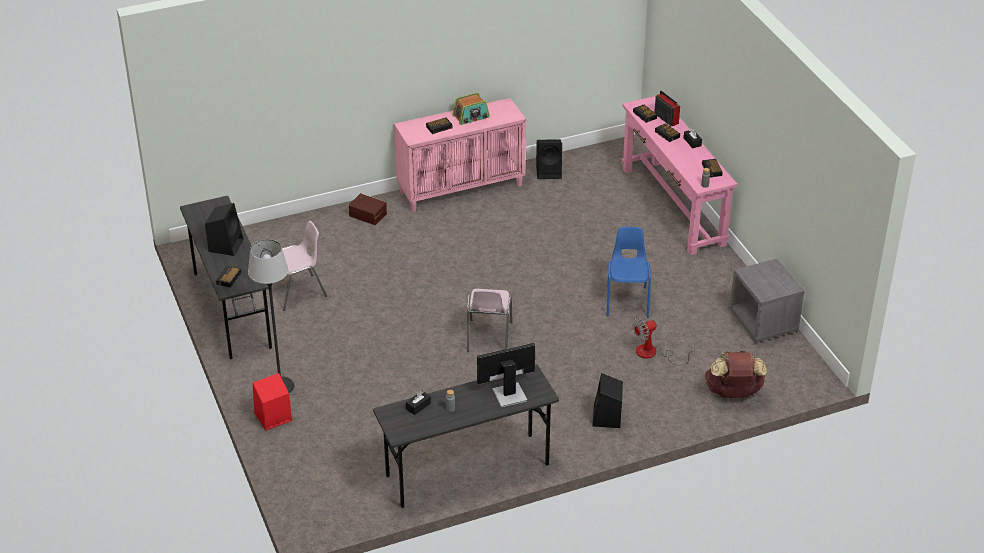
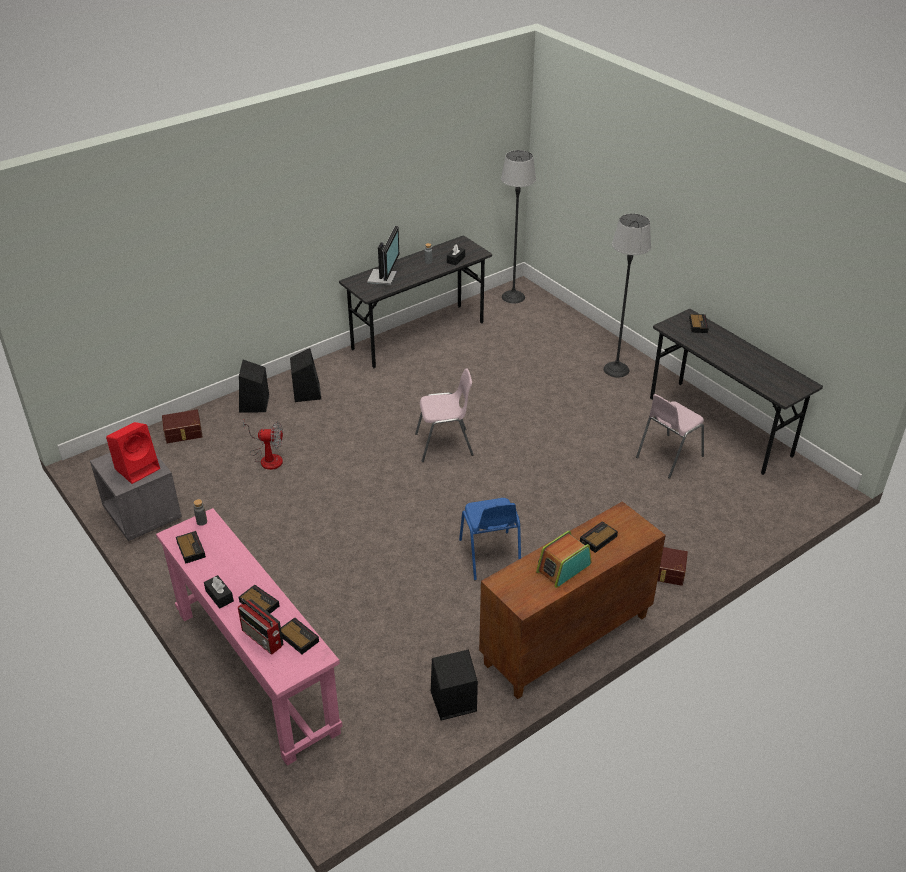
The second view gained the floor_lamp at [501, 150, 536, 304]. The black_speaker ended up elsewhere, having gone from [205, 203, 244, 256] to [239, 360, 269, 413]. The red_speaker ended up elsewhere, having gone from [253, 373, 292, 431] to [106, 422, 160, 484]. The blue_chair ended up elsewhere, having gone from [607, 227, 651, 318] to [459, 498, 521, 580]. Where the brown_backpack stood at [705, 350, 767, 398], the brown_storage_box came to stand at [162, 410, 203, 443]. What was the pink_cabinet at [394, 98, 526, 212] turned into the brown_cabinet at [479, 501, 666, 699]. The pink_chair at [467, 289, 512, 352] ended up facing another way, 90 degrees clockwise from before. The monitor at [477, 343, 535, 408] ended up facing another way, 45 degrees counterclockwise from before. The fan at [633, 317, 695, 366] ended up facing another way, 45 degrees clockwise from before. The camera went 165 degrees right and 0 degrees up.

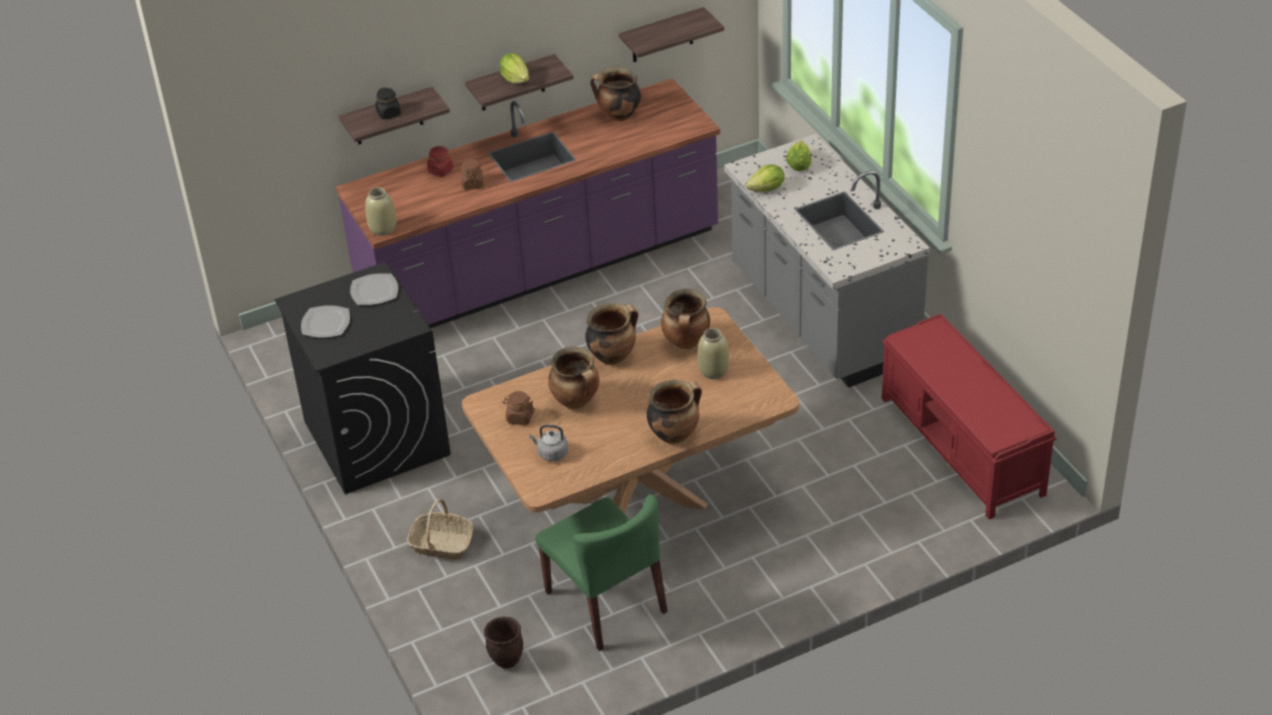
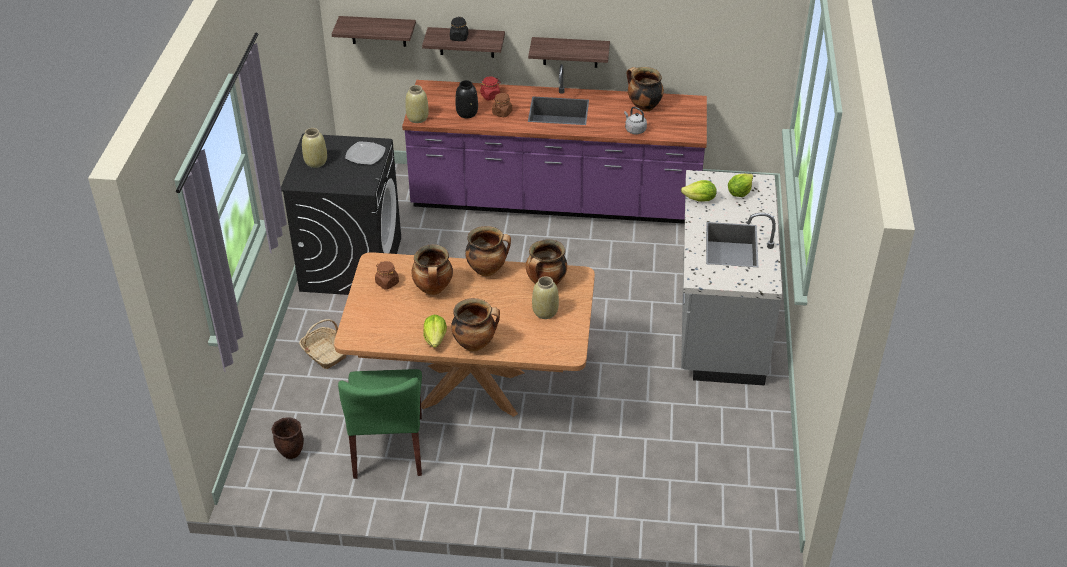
The second view lost the red_bench at [882, 314, 1056, 520]. The second view gained the black_vase at [455, 80, 478, 118]. The lettuce ended up elsewhere, having gone from [500, 53, 529, 84] to [423, 315, 447, 348]. The grey_kettle ended up elsewhere, having gone from [529, 425, 568, 461] to [624, 107, 647, 134]. The shelf ended up elsewhere, having gone from [619, 7, 724, 62] to [332, 16, 416, 47]. Where the plate stood at [301, 305, 350, 338], the beige_vase came to stand at [302, 128, 327, 168]. The camera went 30 degrees right and 0 degrees up.

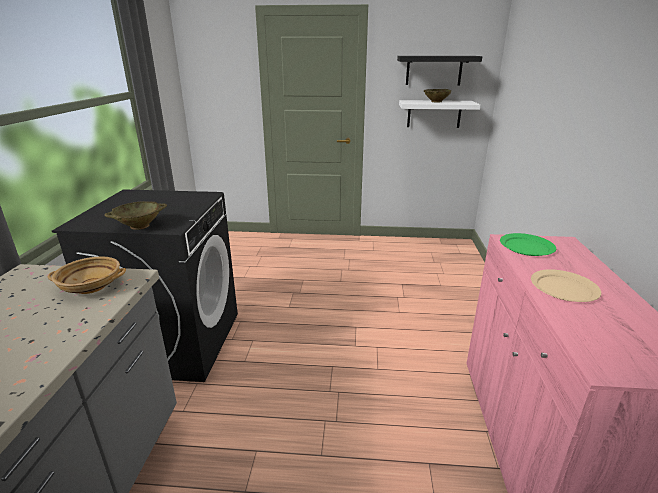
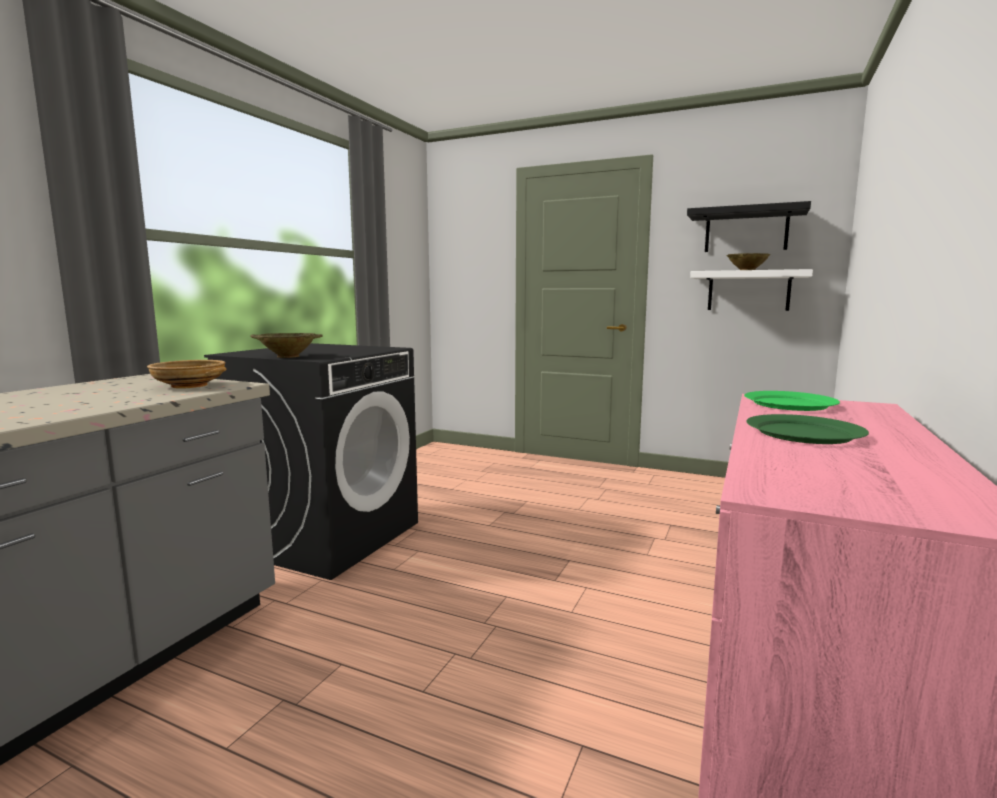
What was the beige_plate at [531, 269, 601, 302] turned into the green_plate at [746, 414, 869, 444]. The camera went 20 degrees right and 15 degrees down.

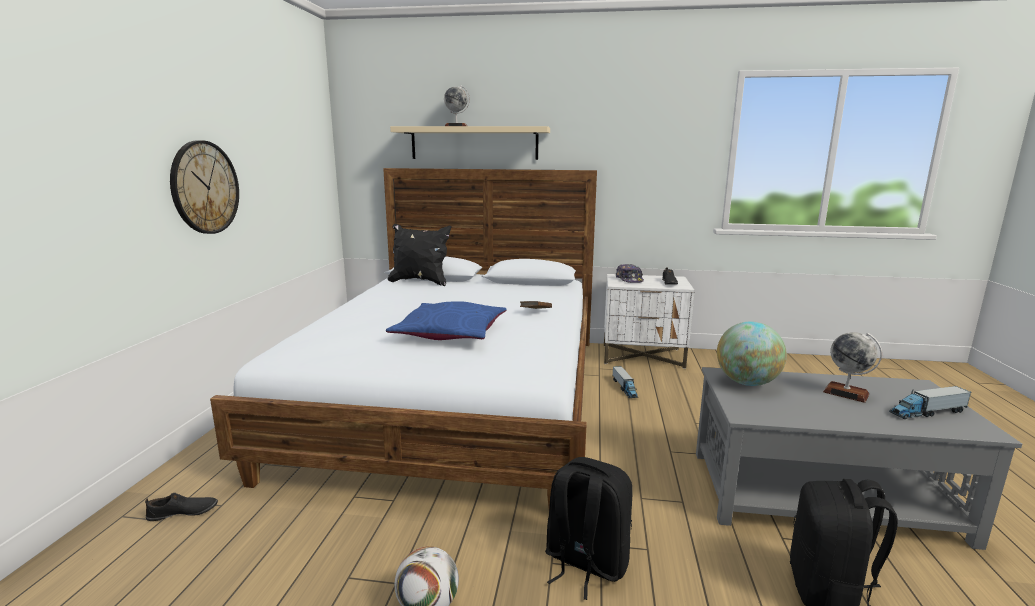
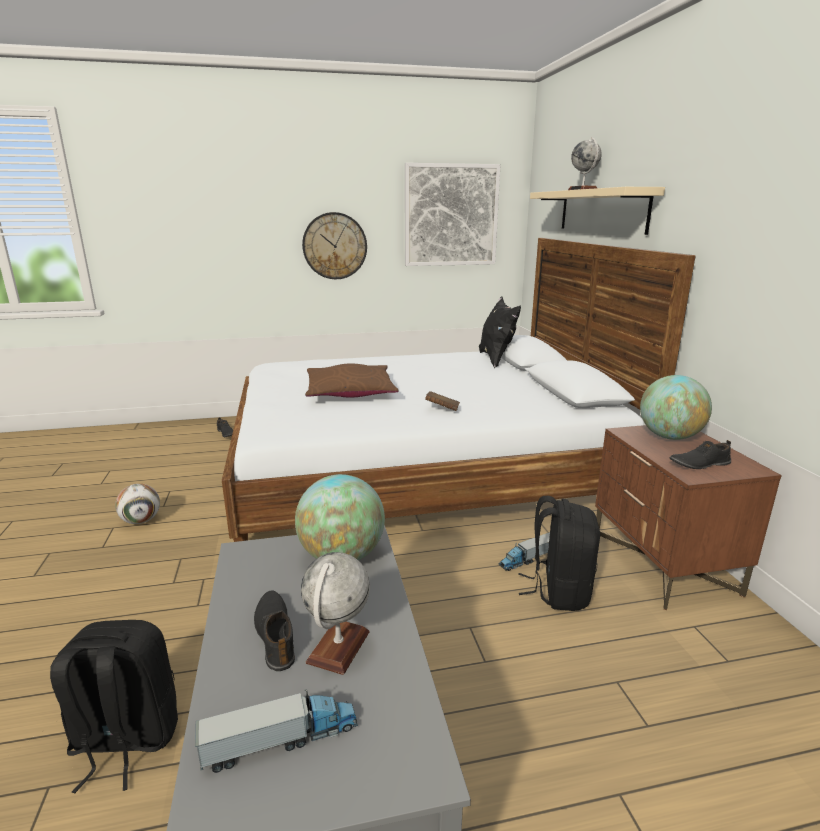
The second view gained the black_shoe at [254, 590, 295, 671]. The second view gained the picture at [405, 163, 501, 266]. The black_backpack ended up elsewhere, having gone from [545, 457, 633, 600] to [518, 496, 600, 611]. Where the cap stood at [616, 264, 644, 283], the globe came to stand at [640, 375, 712, 440]. What was the blue_pillow at [386, 301, 506, 340] turned into the brown_pillow at [305, 363, 399, 398]. What was the white_nightstand at [604, 274, 695, 369] turned into the brown_nightstand at [595, 425, 782, 610]. The toy_truck at [889, 386, 971, 419] ended up facing another way, 105 degrees clockwise from before. The camera went 70 degrees right and 5 degrees up.

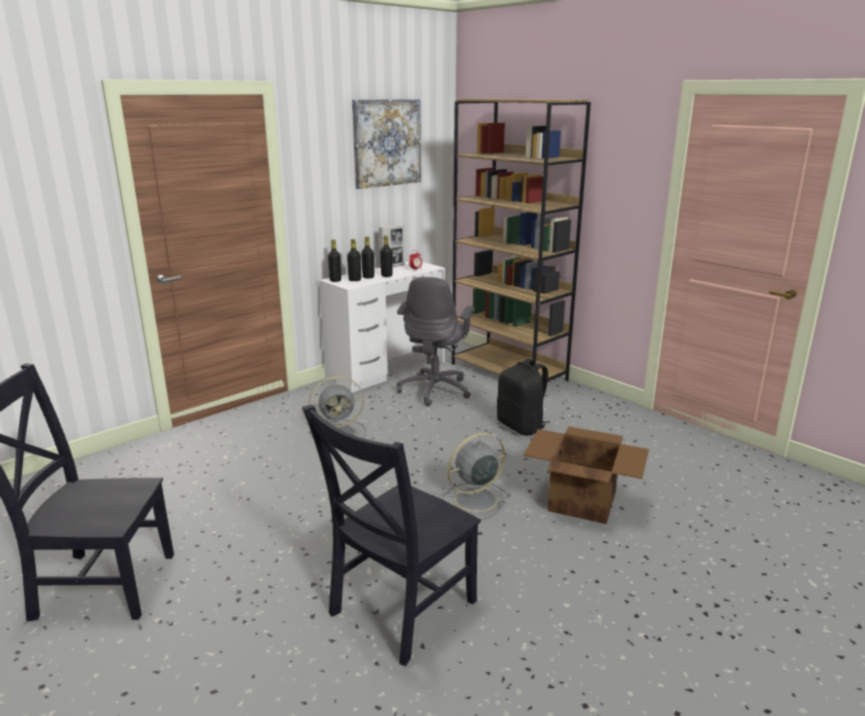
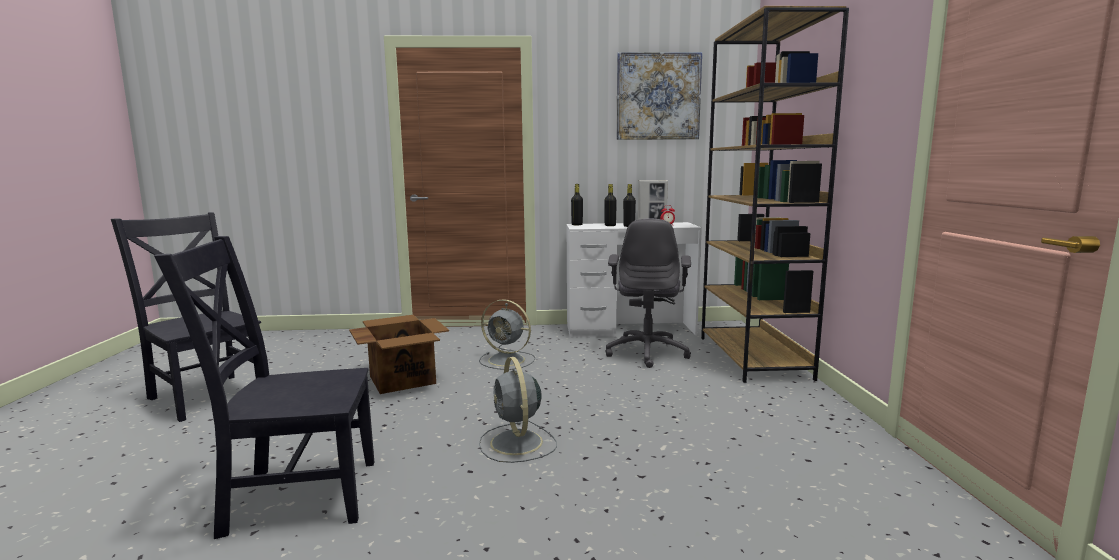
The second view lost the black_bottle at [347, 239, 361, 281]. The second view lost the black_backpack at [497, 359, 550, 436]. The cardboard_box ended up elsewhere, having gone from [523, 427, 649, 524] to [349, 315, 449, 394]. The grey_office_chair at [397, 277, 475, 406] ended up facing another way, 45 degrees counterclockwise from before. The grey_fan at [443, 433, 511, 520] ended up facing another way, 120 degrees counterclockwise from before. The camera went 40 degrees right and 10 degrees down.

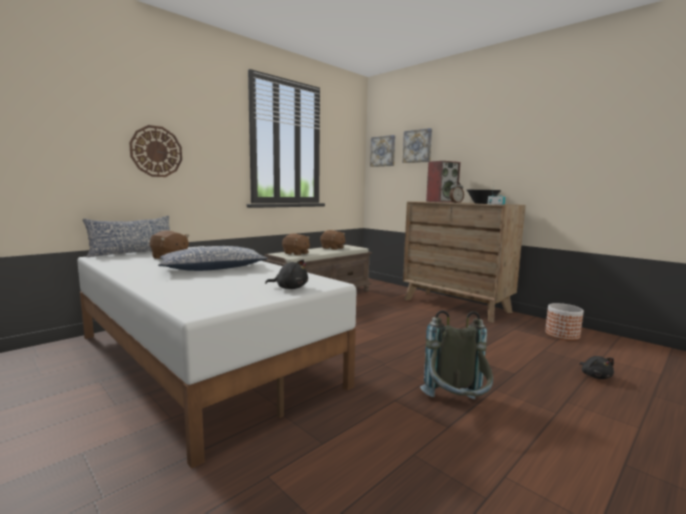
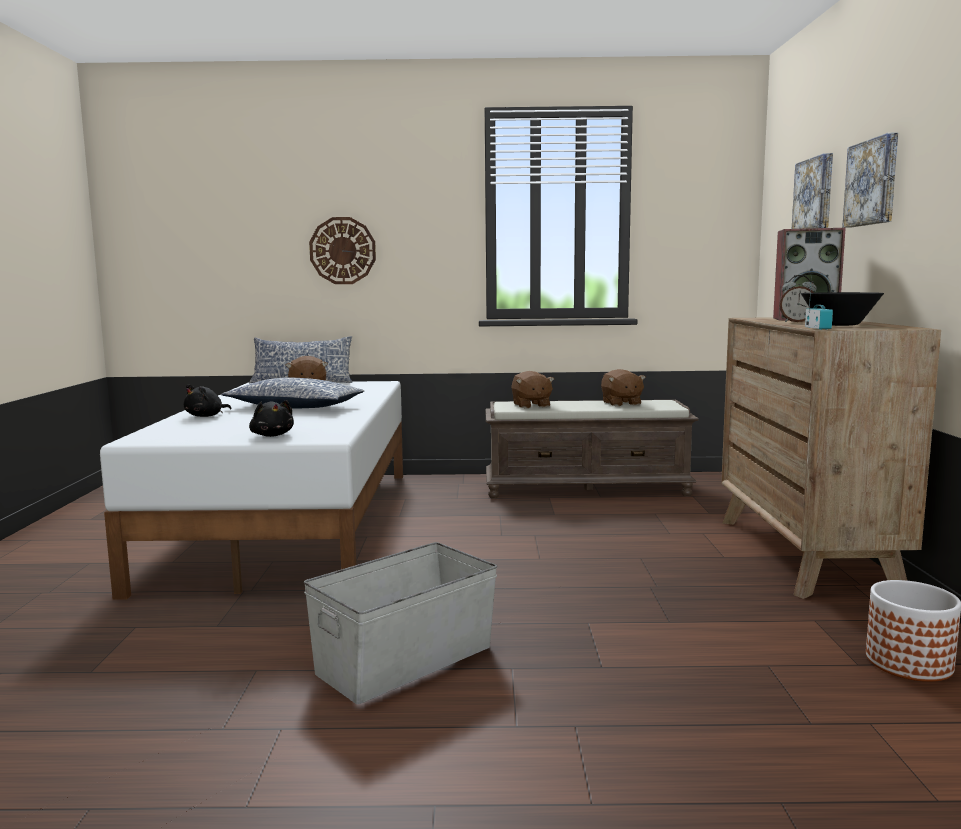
The picture ended up elsewhere, having gone from [370, 135, 395, 167] to [842, 133, 898, 228]. The black_plush_toy ended up elsewhere, having gone from [579, 356, 614, 379] to [184, 384, 231, 417]. Where the grey_backpack stood at [420, 310, 493, 399], the grey_storage_box came to stand at [304, 542, 497, 704]. The camera went 45 degrees right and 0 degrees up.

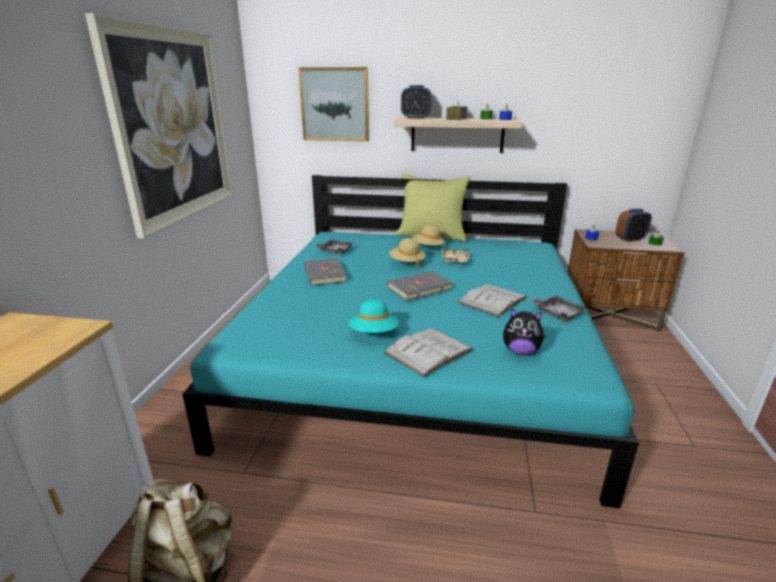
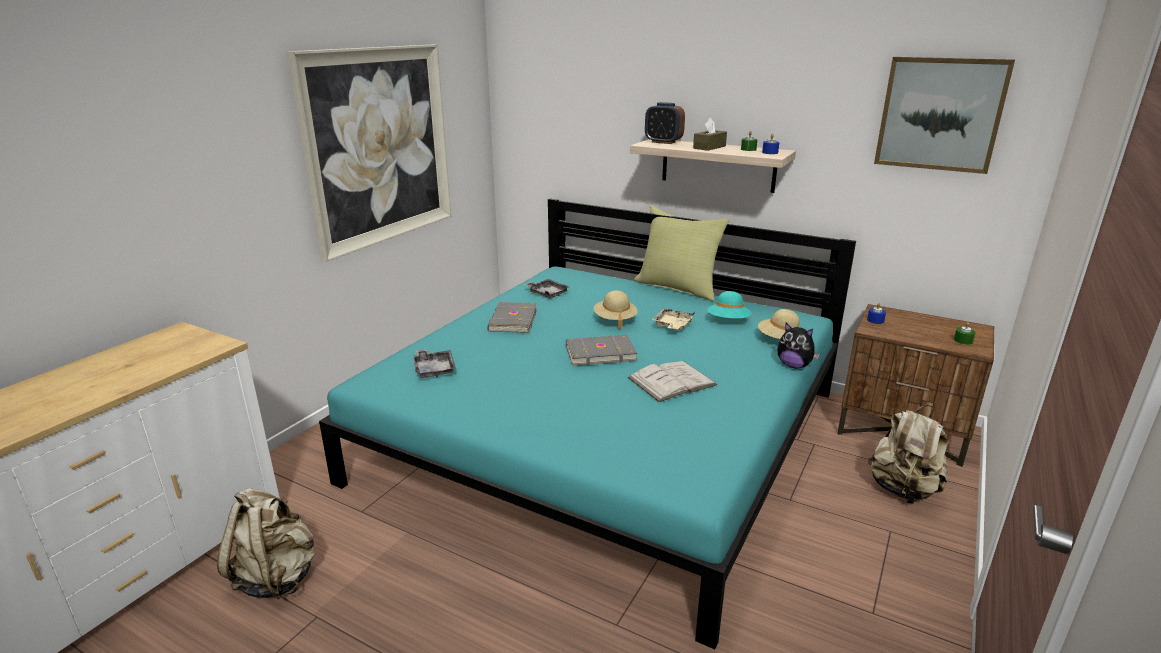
The second view lost the white_book at [384, 328, 473, 377]. The second view lost the alarm_clock at [616, 208, 652, 242]. The second view gained the beige_backpack at [868, 405, 948, 504]. The picture ended up elsewhere, having gone from [298, 67, 369, 142] to [874, 57, 1015, 174]. The turquoise_hat ended up elsewhere, having gone from [349, 299, 399, 333] to [707, 291, 752, 319]. The beige_hat ended up elsewhere, having gone from [412, 225, 445, 245] to [758, 309, 801, 339]. The plush_toy ended up elsewhere, having gone from [503, 308, 546, 355] to [777, 323, 820, 369]. The grey_tray ended up elsewhere, having gone from [530, 295, 587, 322] to [413, 349, 456, 378]. The camera went 20 degrees right and 0 degrees up.

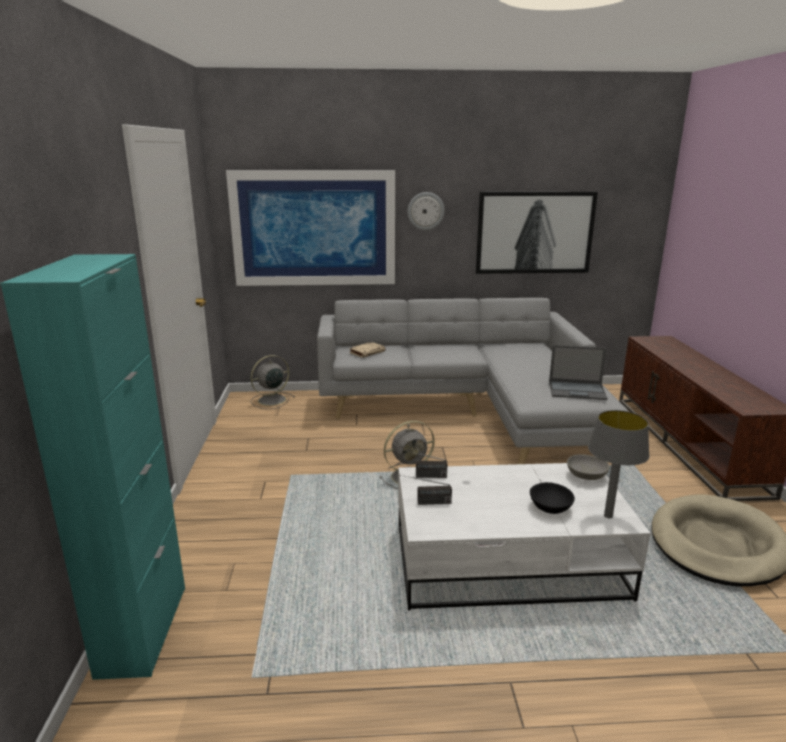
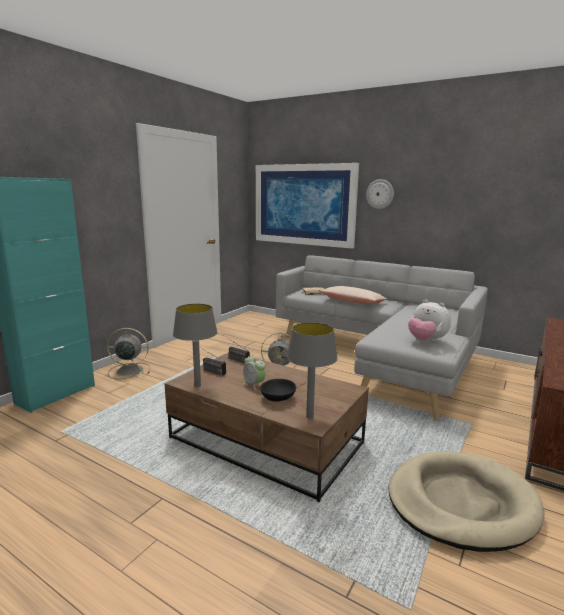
The second view lost the picture at [476, 192, 598, 274]. The second view lost the grey_bowl at [567, 454, 610, 480]. The second view gained the grey_table_lamp at [173, 304, 218, 387]. The second view gained the alarm_clock at [243, 354, 265, 391]. The second view gained the beige_pillow at [320, 286, 387, 305]. The grey_fan ended up elsewhere, having gone from [250, 355, 295, 409] to [107, 328, 150, 379]. Where the laptop stood at [549, 345, 608, 400], the plush_toy came to stand at [408, 300, 451, 342]. What was the white_coffee_table at [398, 463, 650, 611] turned into the brown_coffee_table at [165, 352, 369, 502]. The camera went 35 degrees right and 5 degrees down.

